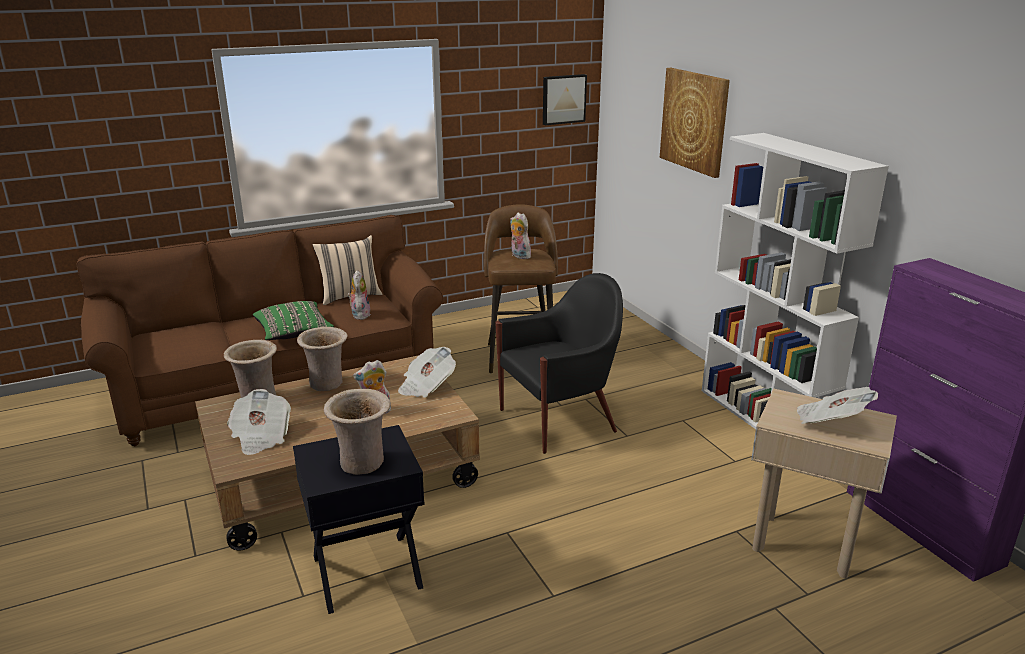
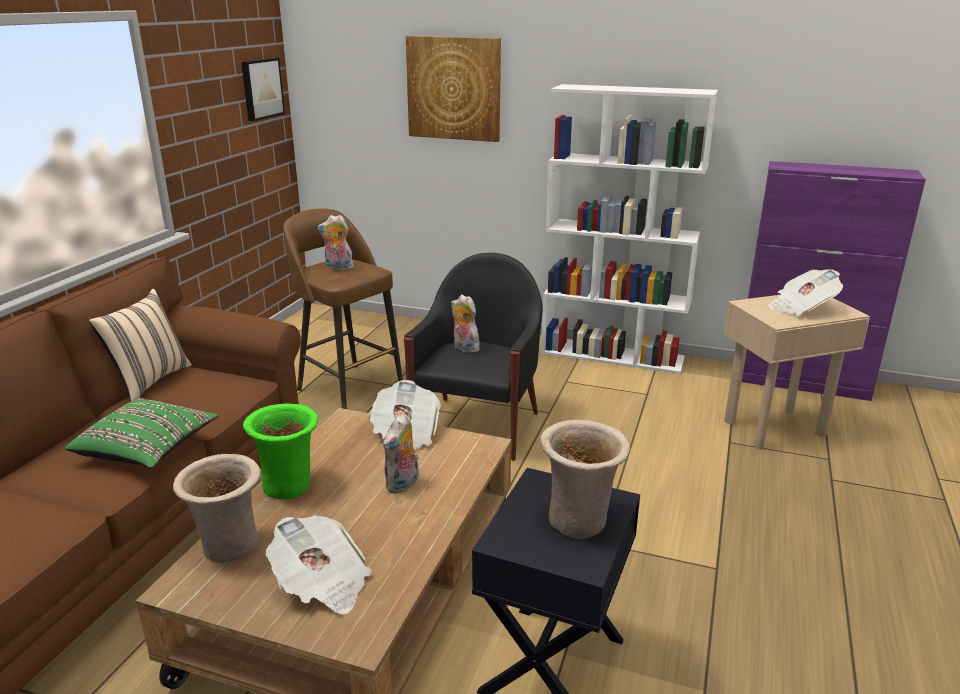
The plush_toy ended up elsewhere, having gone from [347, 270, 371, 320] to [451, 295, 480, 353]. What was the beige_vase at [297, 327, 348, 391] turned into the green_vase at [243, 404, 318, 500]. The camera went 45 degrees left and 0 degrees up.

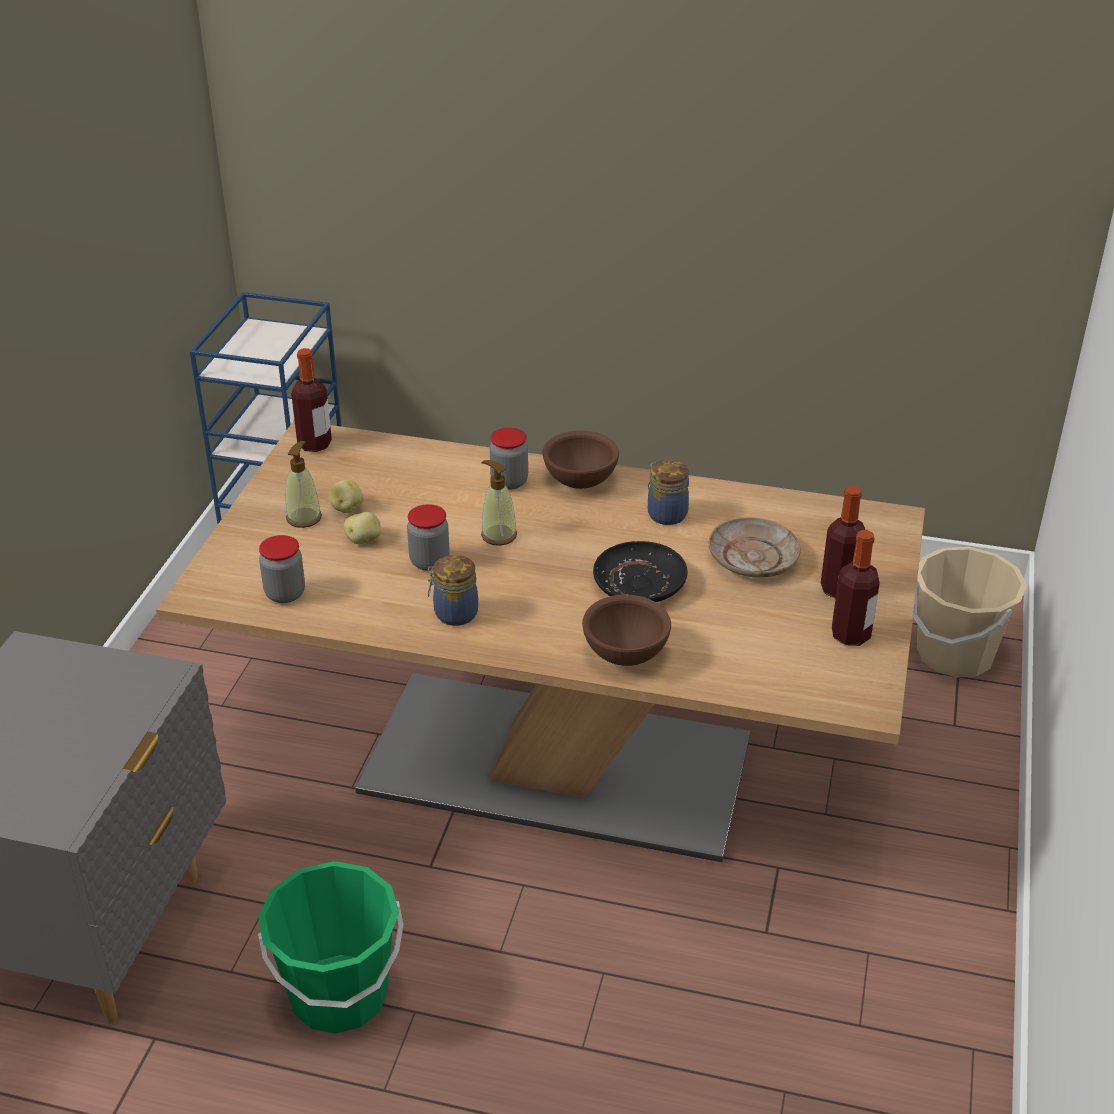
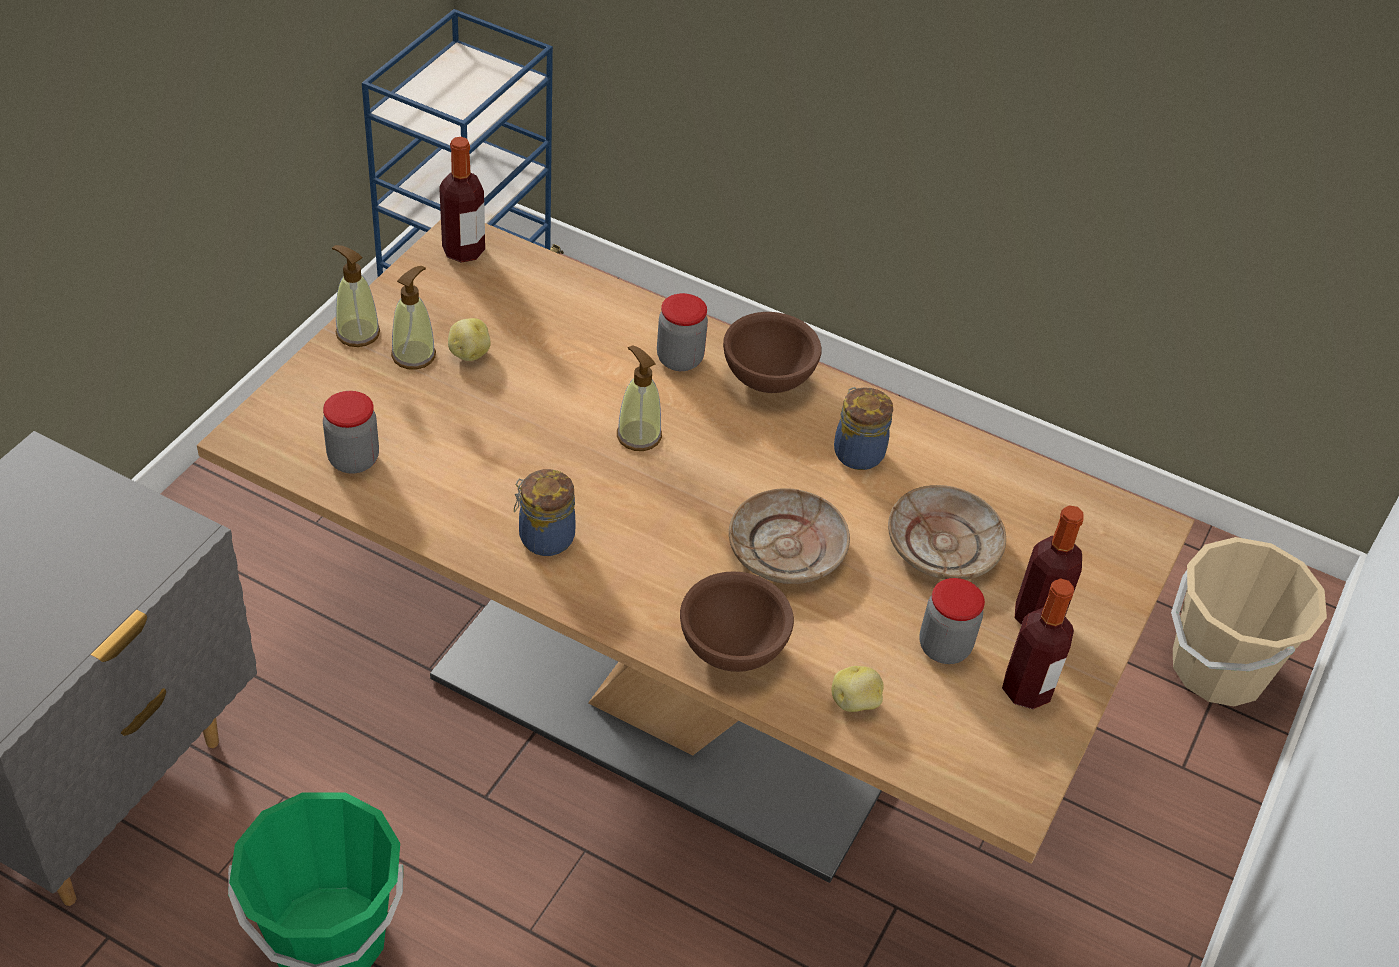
The second view gained the soap_dispenser at [332, 245, 380, 347]. The potato ended up elsewhere, having gone from [344, 512, 381, 544] to [831, 666, 884, 712]. The jar ended up elsewhere, having gone from [407, 504, 450, 571] to [919, 578, 985, 664]. What was the black_plate at [593, 541, 687, 602] turned into the beige_plate at [729, 488, 850, 584]. The camera went 10 degrees right and 10 degrees up.

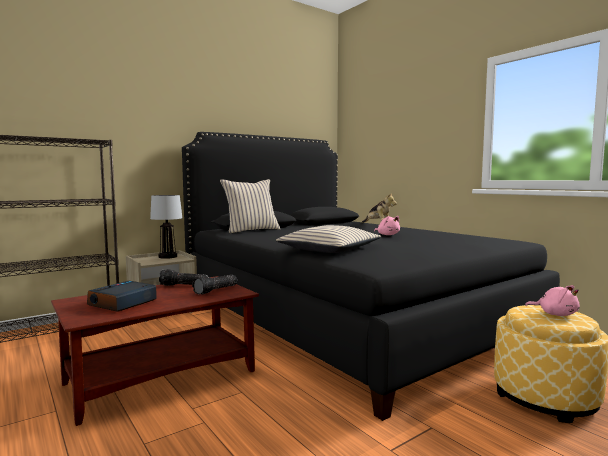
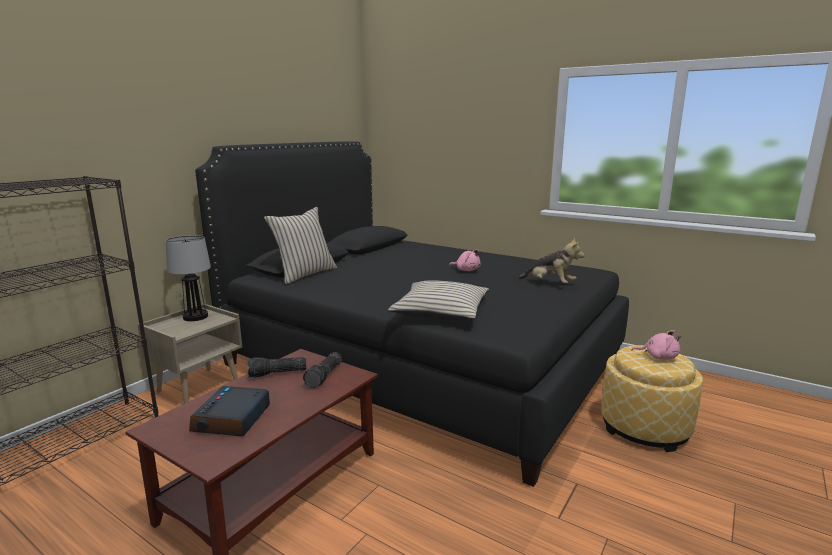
The plush_toy ended up elsewhere, having gone from [362, 193, 397, 223] to [518, 238, 584, 283]. The camera went 20 degrees left and 10 degrees up.

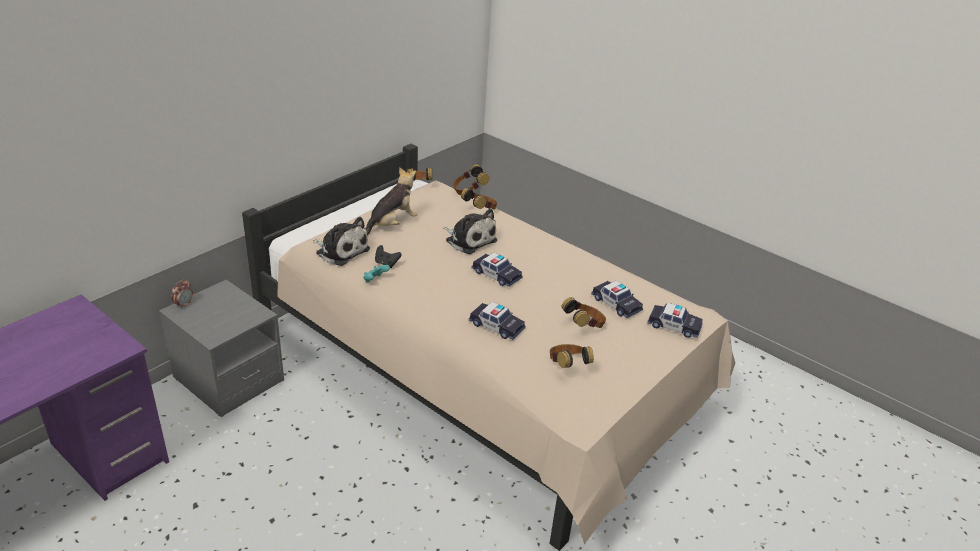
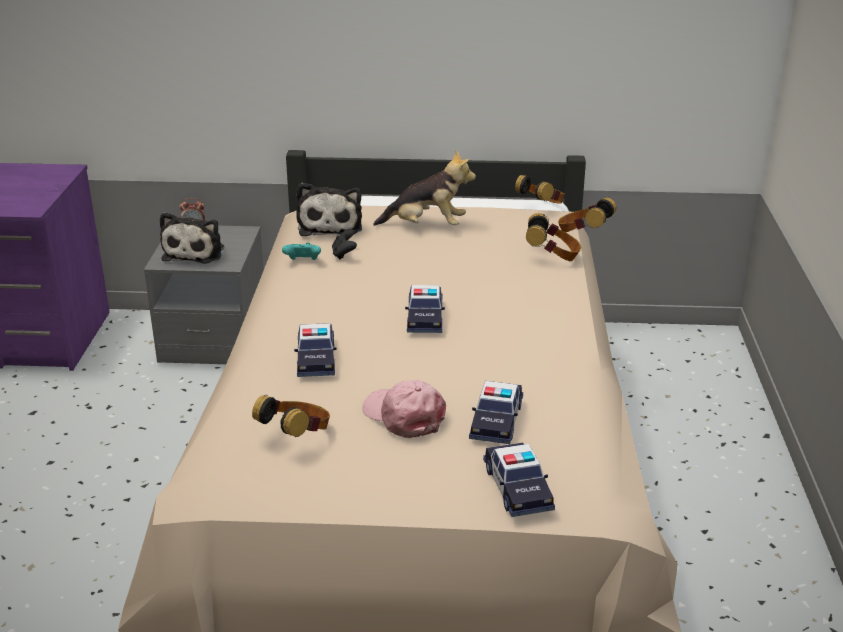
The plush_toy ended up elsewhere, having gone from [443, 209, 497, 254] to [160, 212, 224, 264]. Where the headphones stood at [561, 297, 606, 328], the pink_cap came to stand at [362, 380, 446, 438]. The camera went 55 degrees right and 5 degrees down.

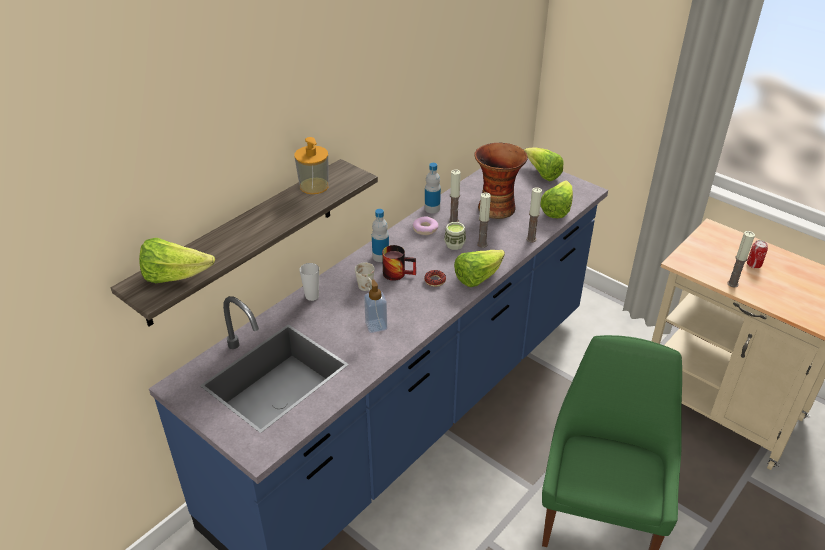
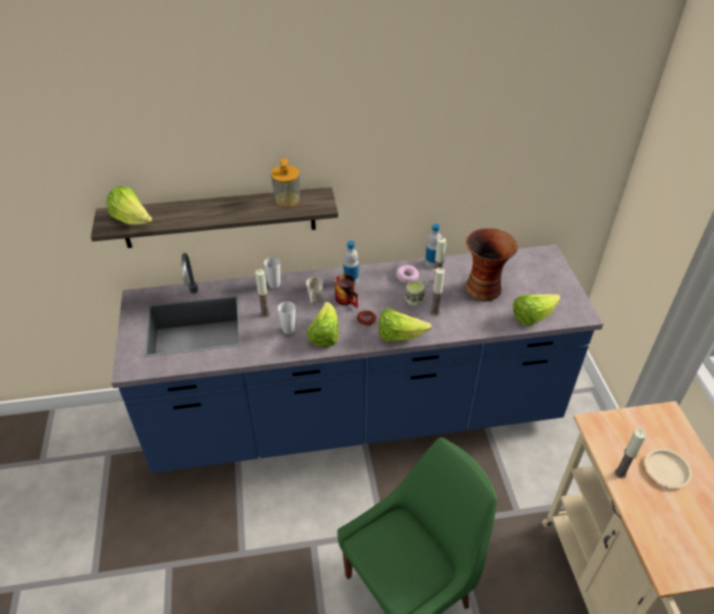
The lettuce ended up elsewhere, having gone from [524, 148, 564, 181] to [307, 302, 339, 347]. The candle ended up elsewhere, having gone from [526, 187, 542, 242] to [255, 269, 270, 317]. Where the soap_dispenser stood at [364, 280, 387, 333], the cup came to stand at [278, 301, 295, 334]. Where the can stood at [747, 240, 768, 268], the beige_plate came to stand at [644, 449, 692, 488]. The camera went 40 degrees right and 5 degrees up.

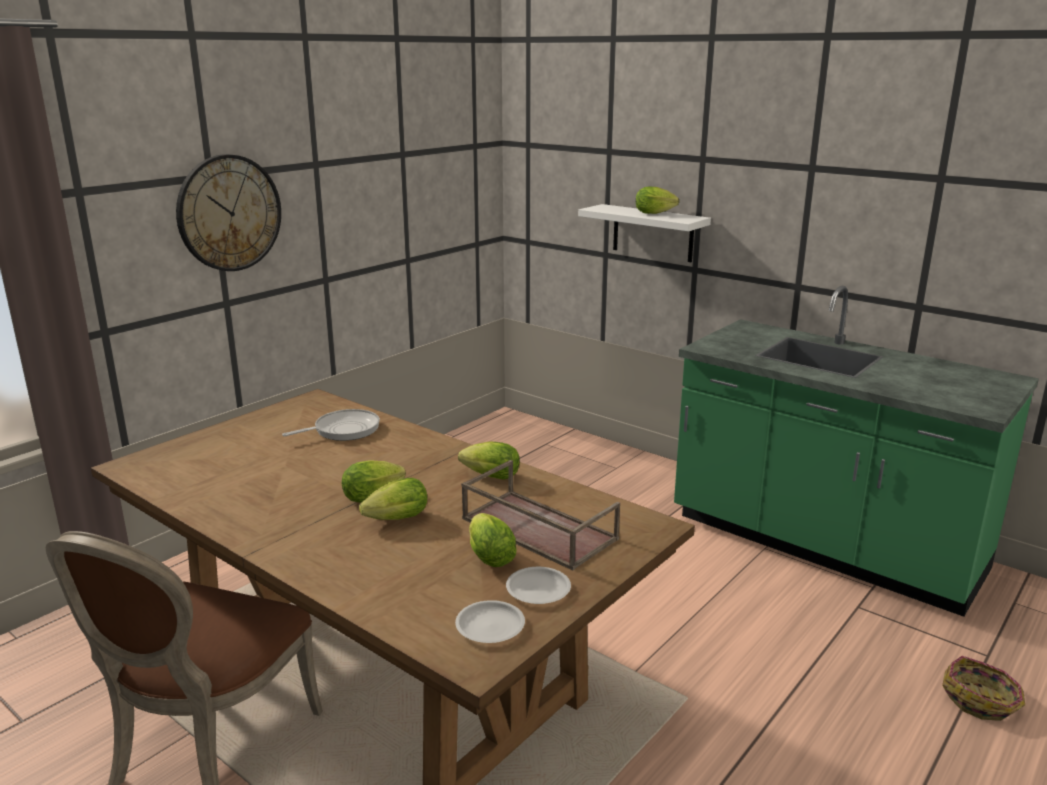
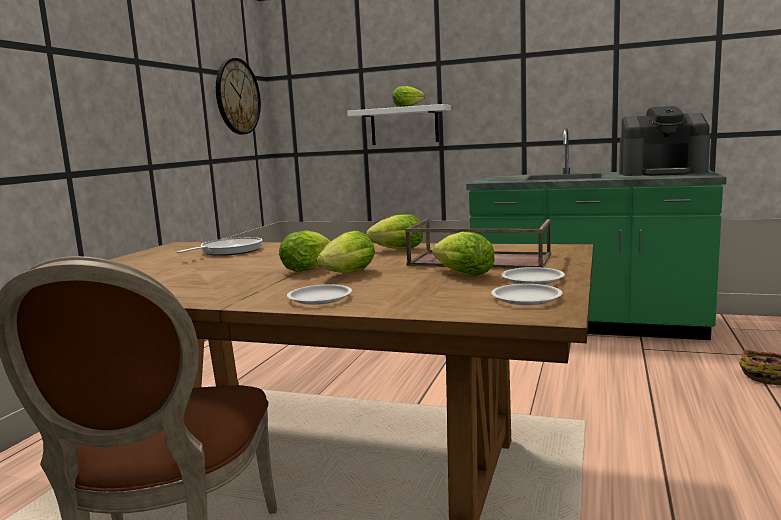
The second view gained the white_plate at [287, 284, 352, 305]. The second view gained the coffee_machine at [619, 106, 710, 176]. The wall_clock ended up elsewhere, having gone from [176, 154, 281, 271] to [216, 58, 261, 135]. The camera went 20 degrees left and 10 degrees down.

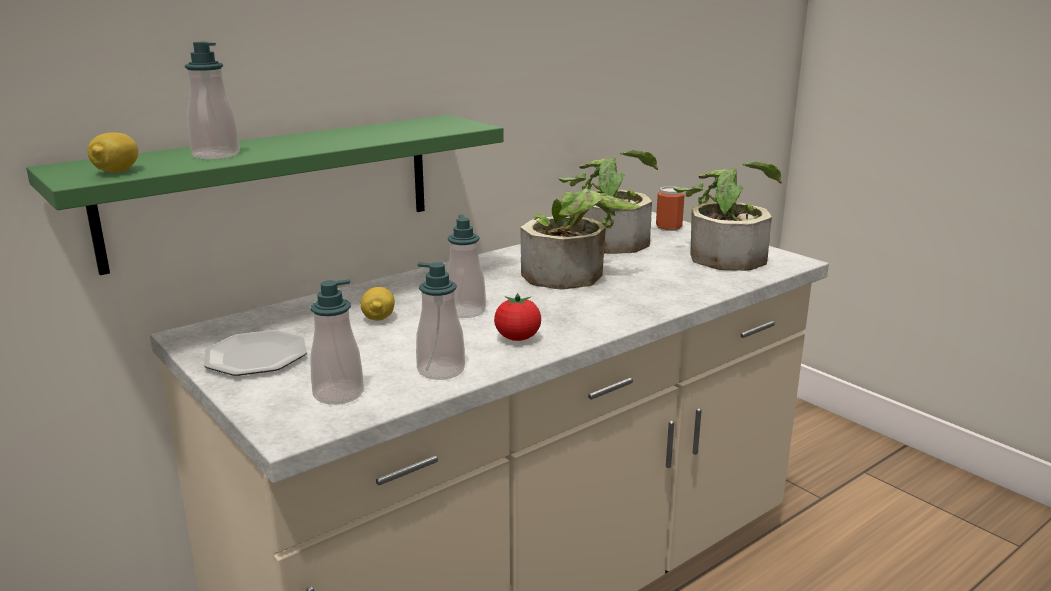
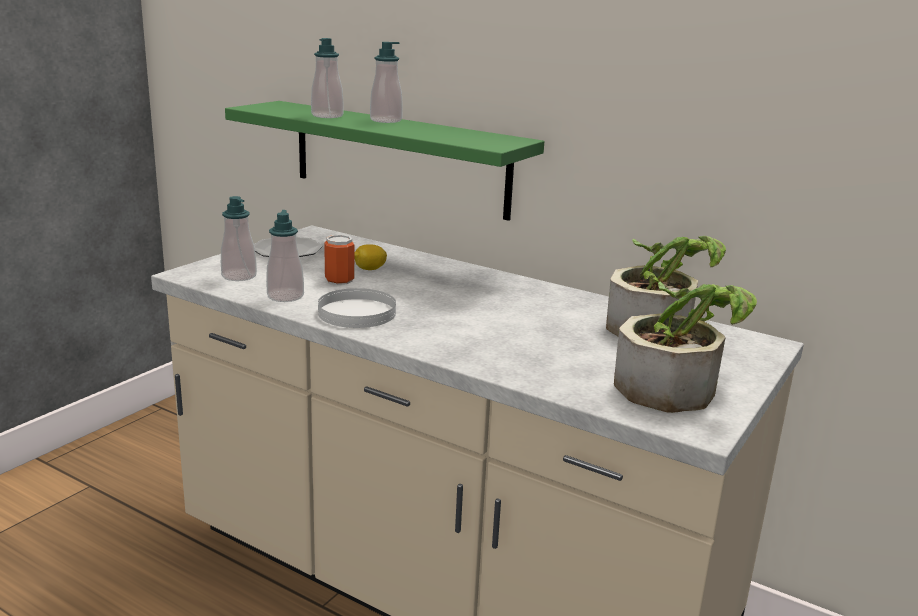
The second view lost the lemon at [87, 133, 138, 173]. The second view lost the potted_plant at [521, 189, 641, 290]. The soap_dispenser ended up elsewhere, having gone from [447, 215, 486, 318] to [370, 42, 403, 123]. The can ended up elsewhere, having gone from [656, 186, 685, 231] to [324, 235, 355, 285]. Where the tomato stood at [494, 293, 541, 341], the white_plate came to stand at [318, 288, 396, 328]. The camera went 70 degrees right and 0 degrees up.

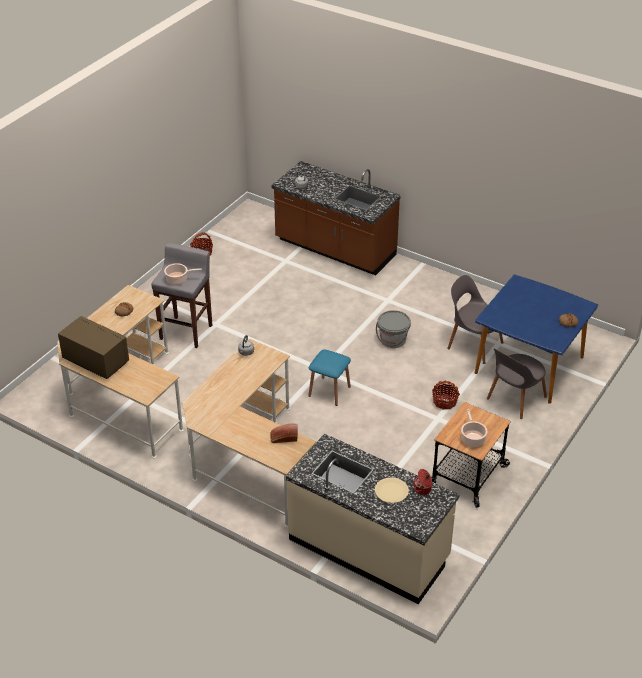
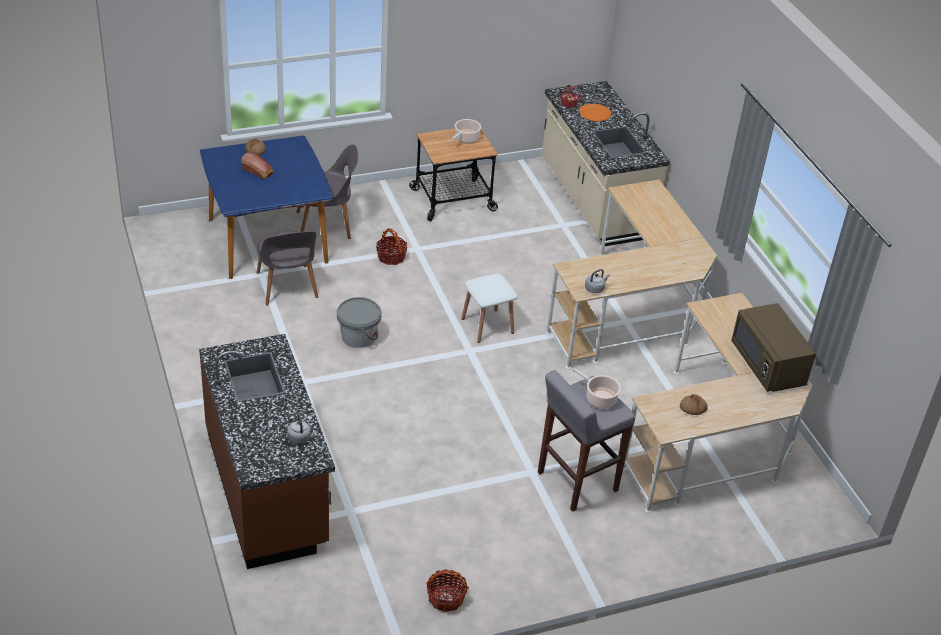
The bread ended up elsewhere, having gone from [270, 424, 298, 443] to [241, 152, 273, 179]. What was the blue_stool at [308, 349, 351, 406] turned into the white_stool at [461, 273, 517, 343]. What was the beige_plate at [375, 477, 409, 503] turned into the orange_plate at [579, 104, 611, 121]. The camera went 145 degrees left and 0 degrees up.

